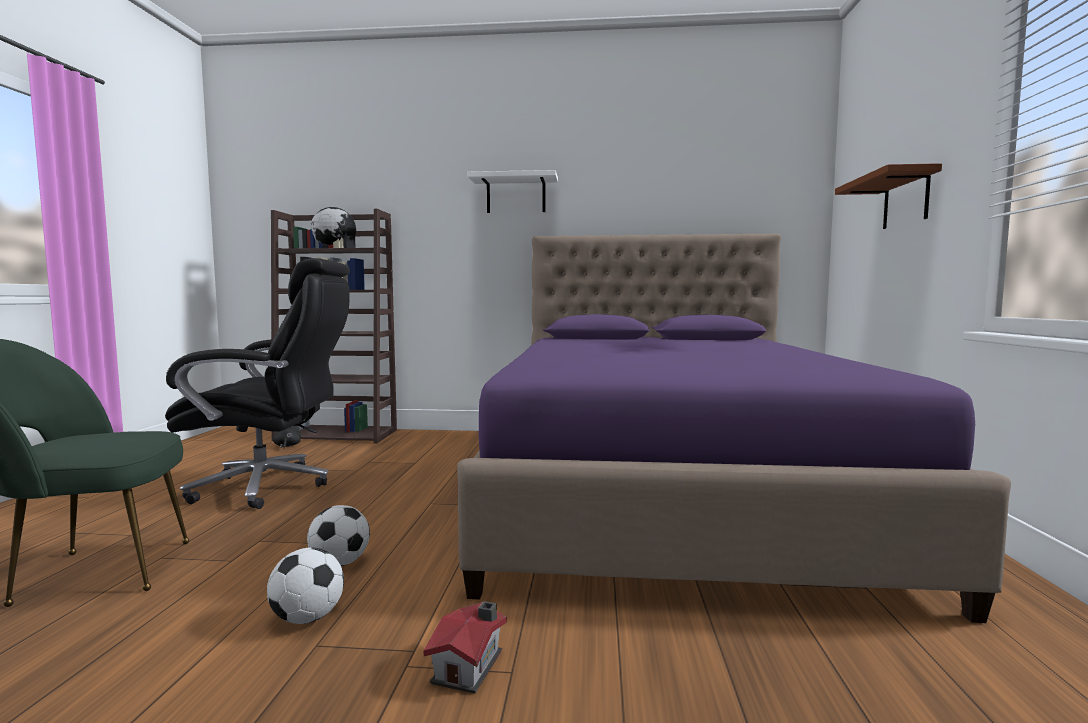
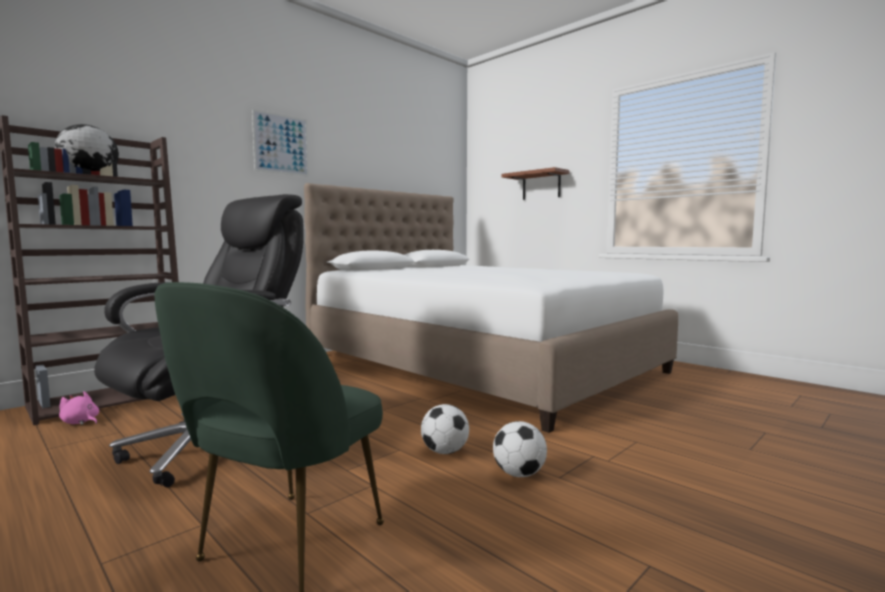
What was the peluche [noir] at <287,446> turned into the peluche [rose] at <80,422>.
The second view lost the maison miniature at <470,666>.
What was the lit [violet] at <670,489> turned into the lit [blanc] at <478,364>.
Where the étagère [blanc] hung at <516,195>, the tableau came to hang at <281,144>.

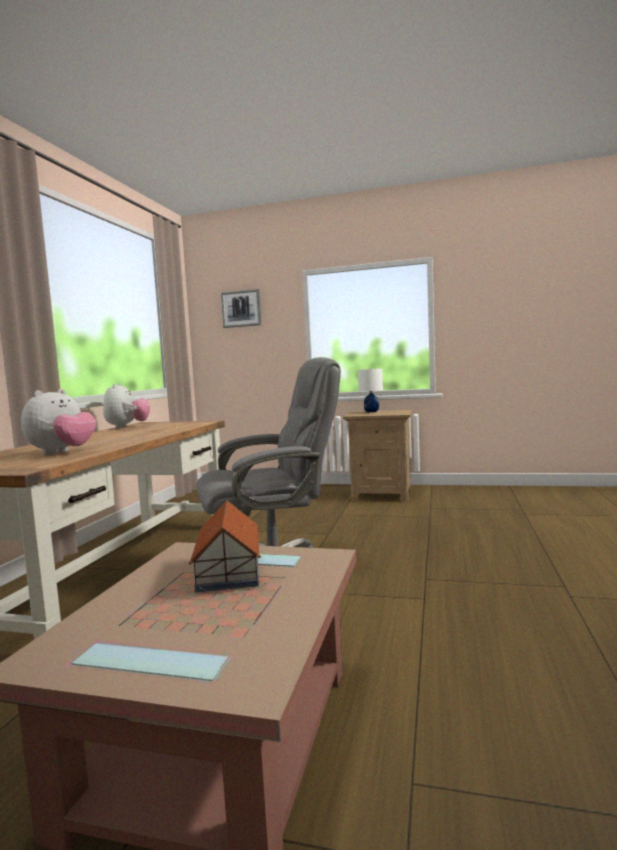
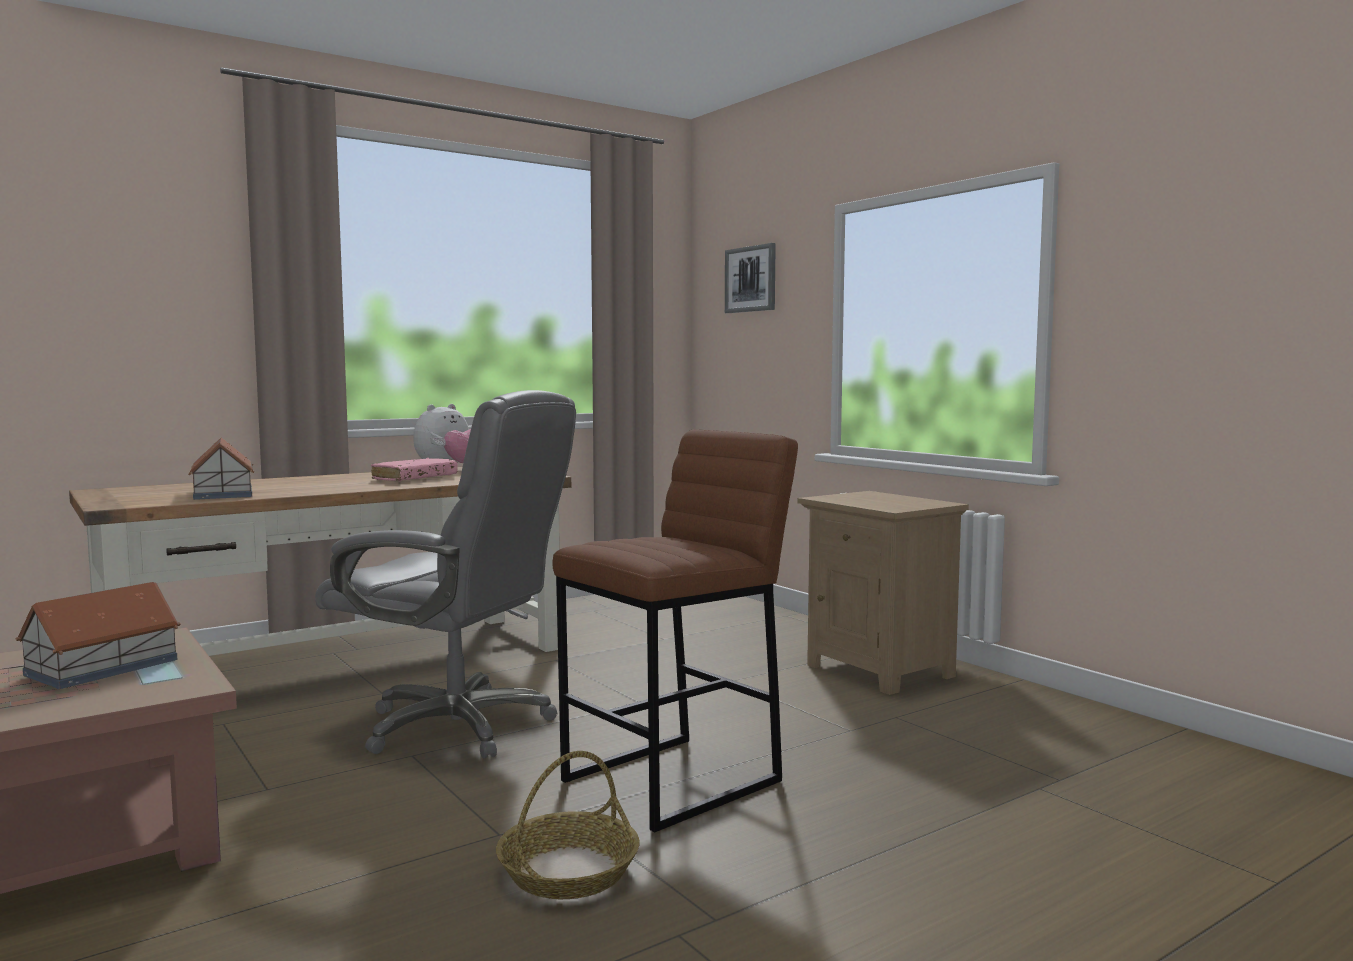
Where the peluche stood at <62,453>, the maison miniature came to stand at <224,493>.
The second view lost the lampe de table [blanc] at <372,412>.
The second view gained the livre [rose] at <415,478>.
The second view gained the panier at <569,871>.
The second view gained the tabouret [marron] at <675,779>.

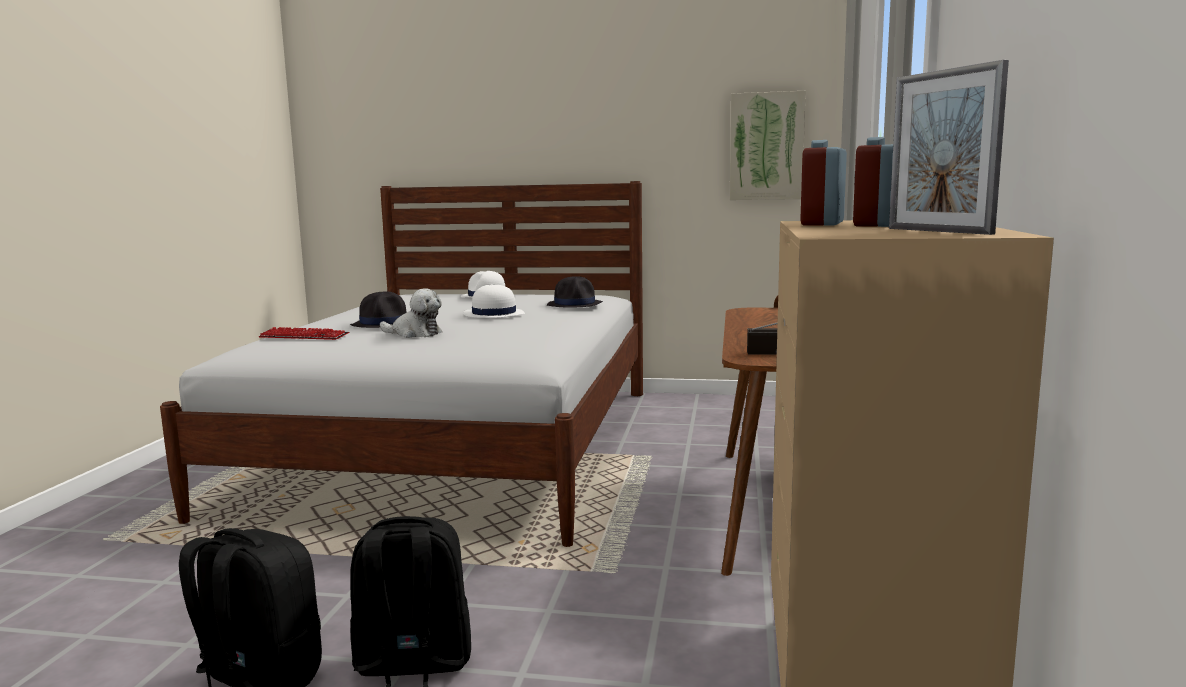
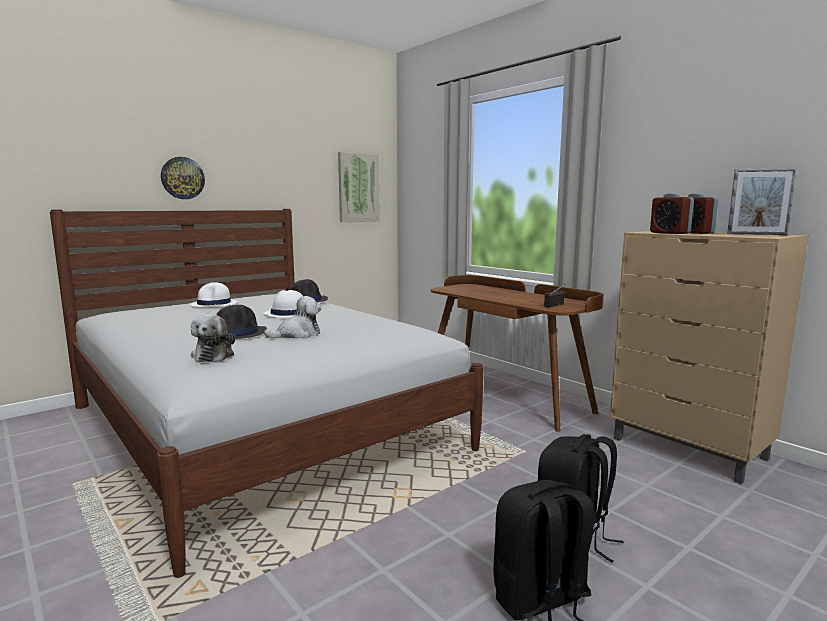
Where the clavier stood at <304,336>, the peluche came to stand at <214,355>.
The second view gained the horloge murale at <182,178>.

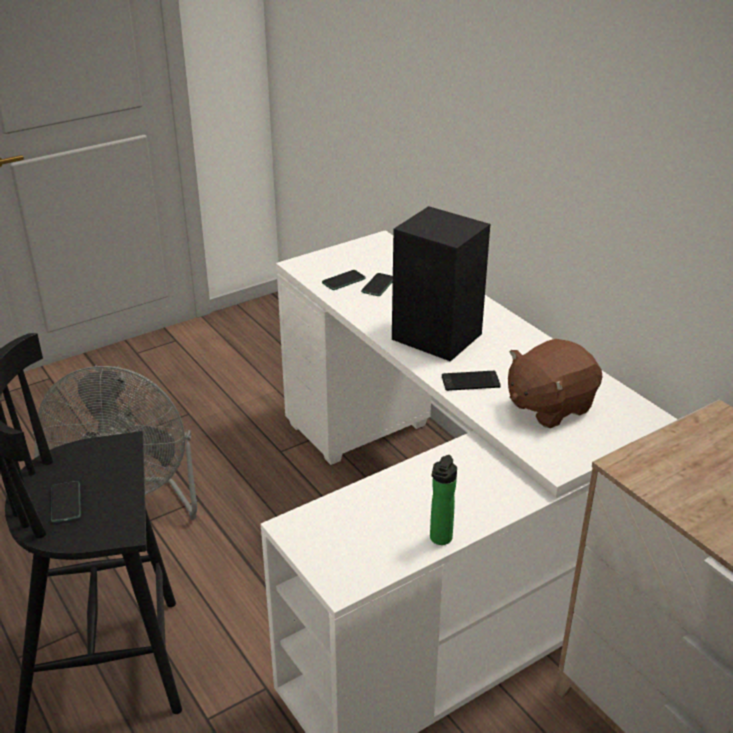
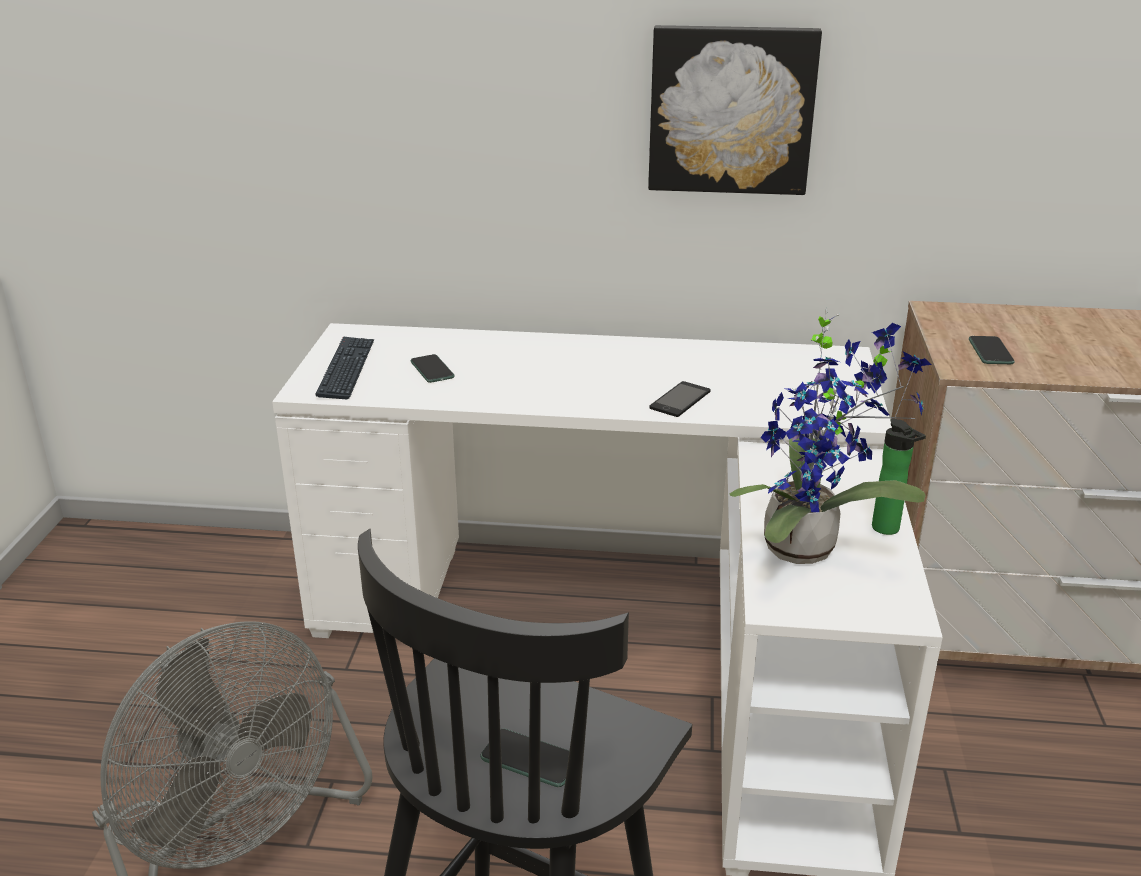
The téléphone ended up elsewhere, having gone from <343,281> to <990,351>.
The second view lost the enceinte [noir] at <438,337>.
The second view lost the peluche [marron] at <548,406>.
The second view gained the clavier at <346,369>.
The second view gained the tableau at <731,110>.
The second view gained the plante en pot at <809,547>.

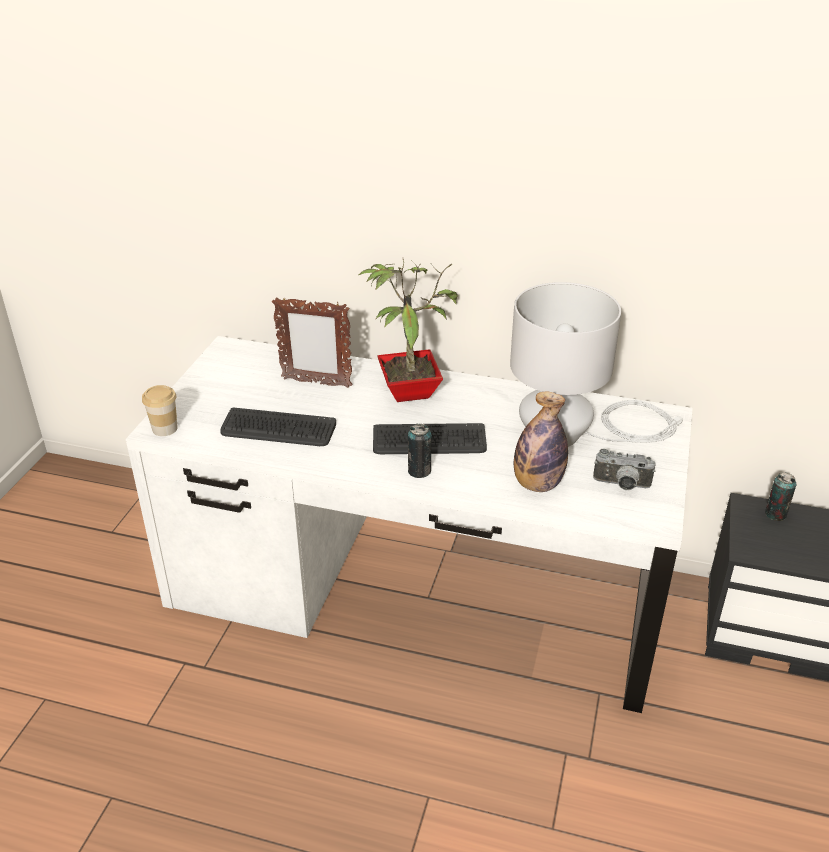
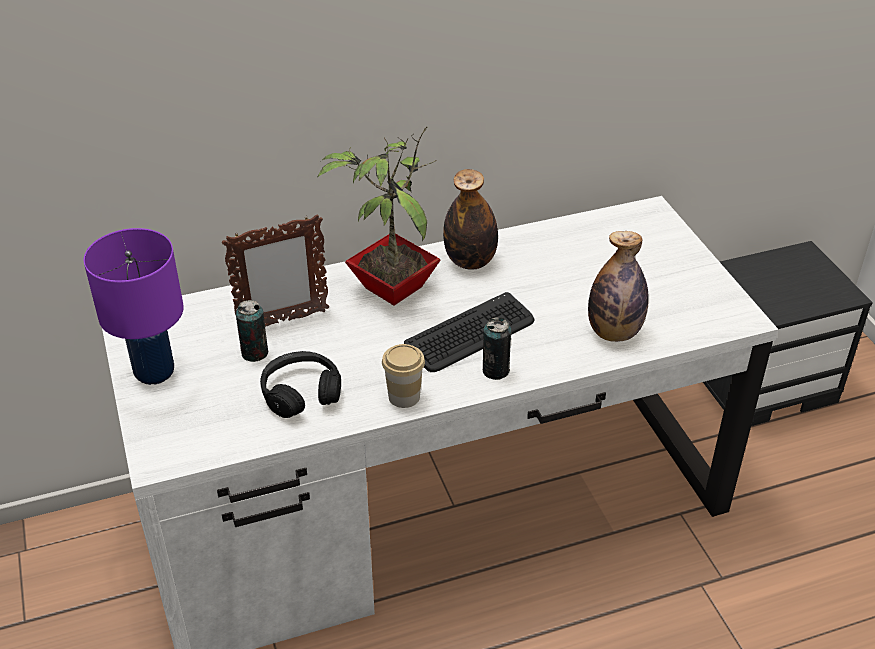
The tasse ended up elsewhere, having gone from <165,429> to <404,396>.
Where the clavier stood at <278,429>, the casque audio [noir] came to stand at <301,393>.
The second view lost the lampe de table [gris] at <587,430>.
The second view lost the appareil photo at <621,485>.
The boîte métallique ended up elsewhere, having gone from <775,514> to <254,353>.
The second view gained the lampe de table [violet] at <156,374>.
The second view gained the bouteille at <470,261>.

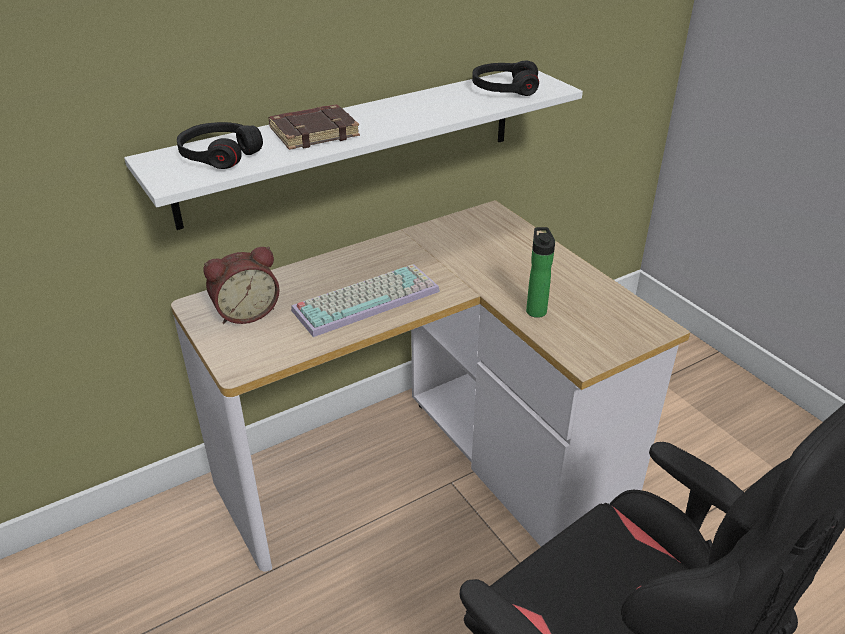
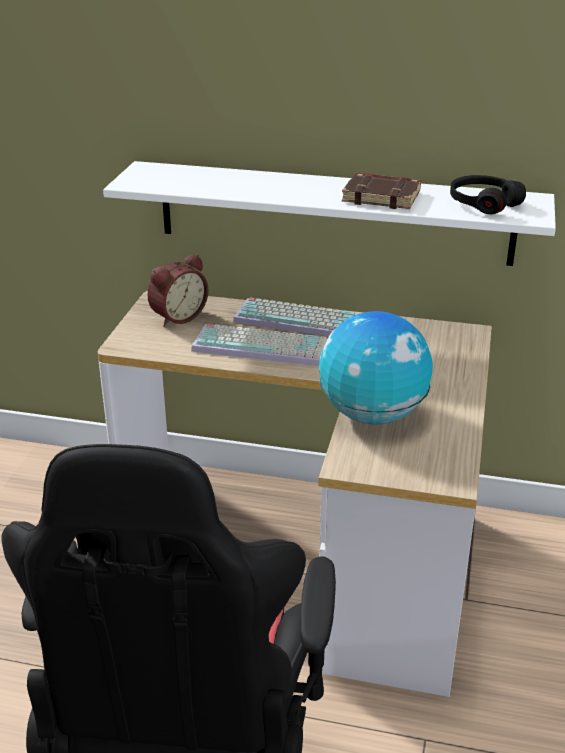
The second view lost the casque audio [noir] at <219,155>.
The réveil at <246,312> ended up facing another way, 60 degrees counterclockwise from before.
The livre [marron] ended up elsewhere, having gone from <314,132> to <382,197>.
Where the bouteille stood at <535,309>, the globe came to stand at <373,414>.
The second view gained the clavier at <302,320>.

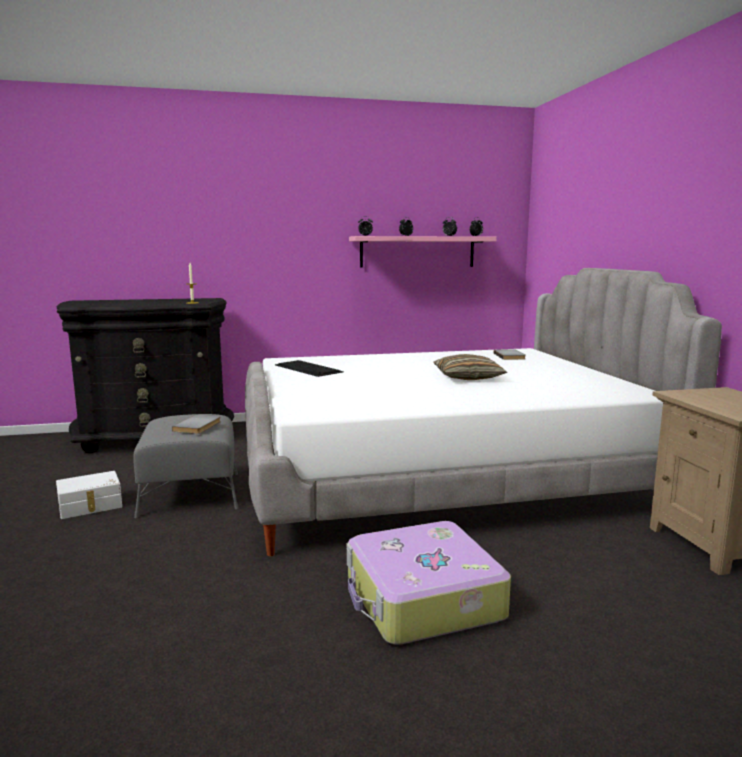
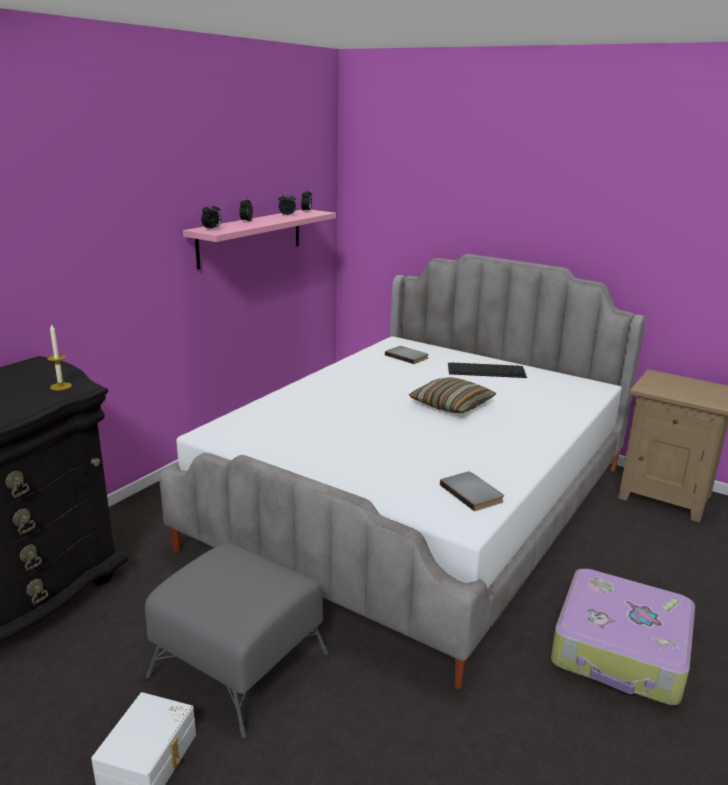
The livre [gris] ended up elsewhere, having gone from <199,426> to <473,493>.
The clavier ended up elsewhere, having gone from <308,368> to <487,370>.

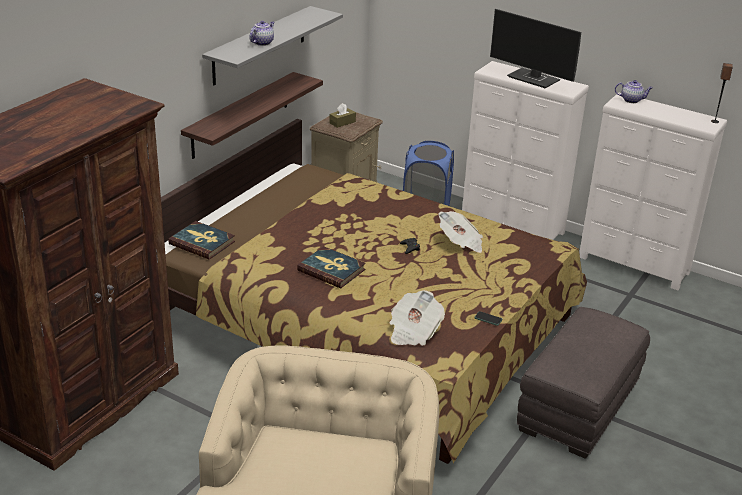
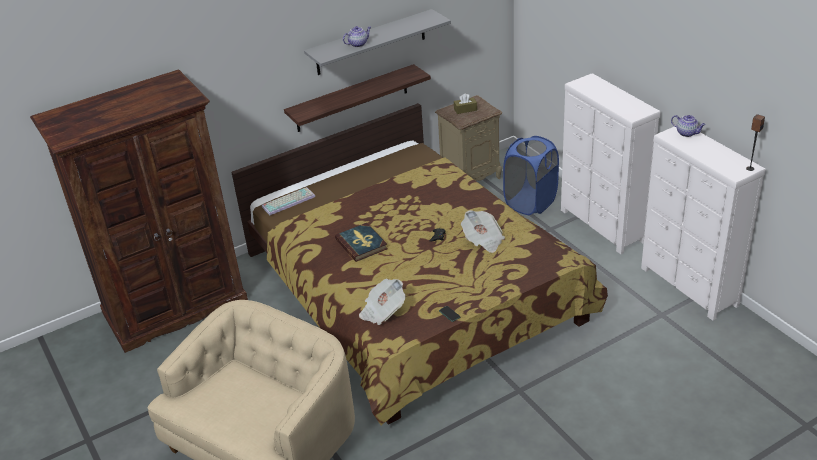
Where the livre stood at <202,243>, the clavier came to stand at <288,201>.
The second view lost the écran d'ordinateur at <534,79>.
The second view lost the pouf [gris] at <578,406>.

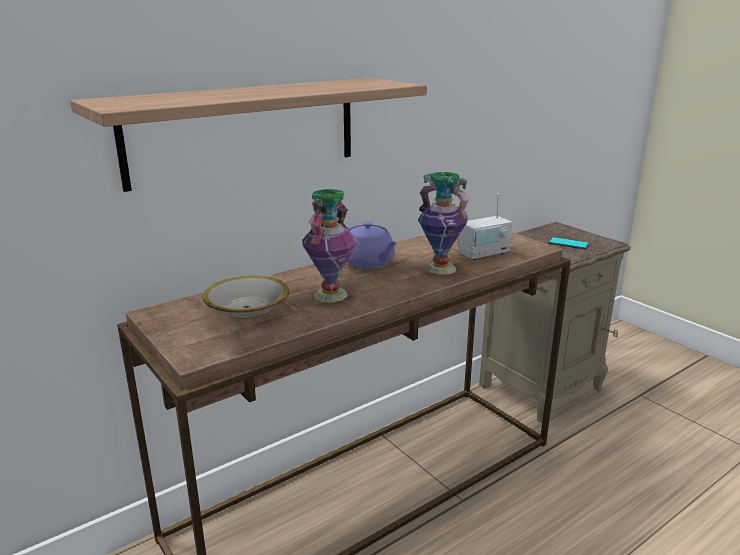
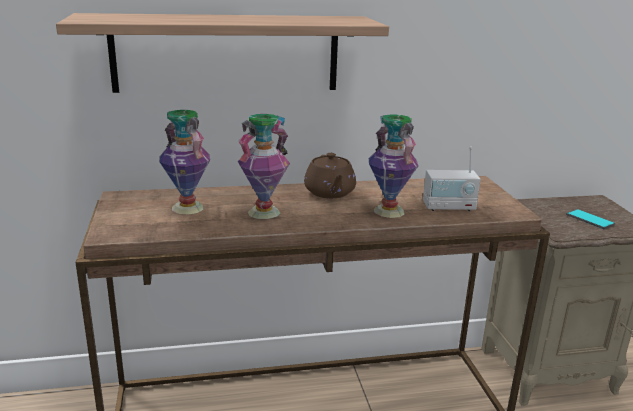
Where the bol stood at <246,308>, the vase came to stand at <186,208>.
What was the théière [violet] at <369,263> turned into the théière [marron] at <329,193>.

